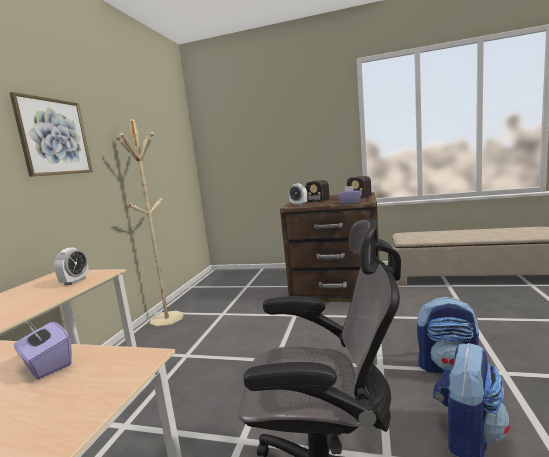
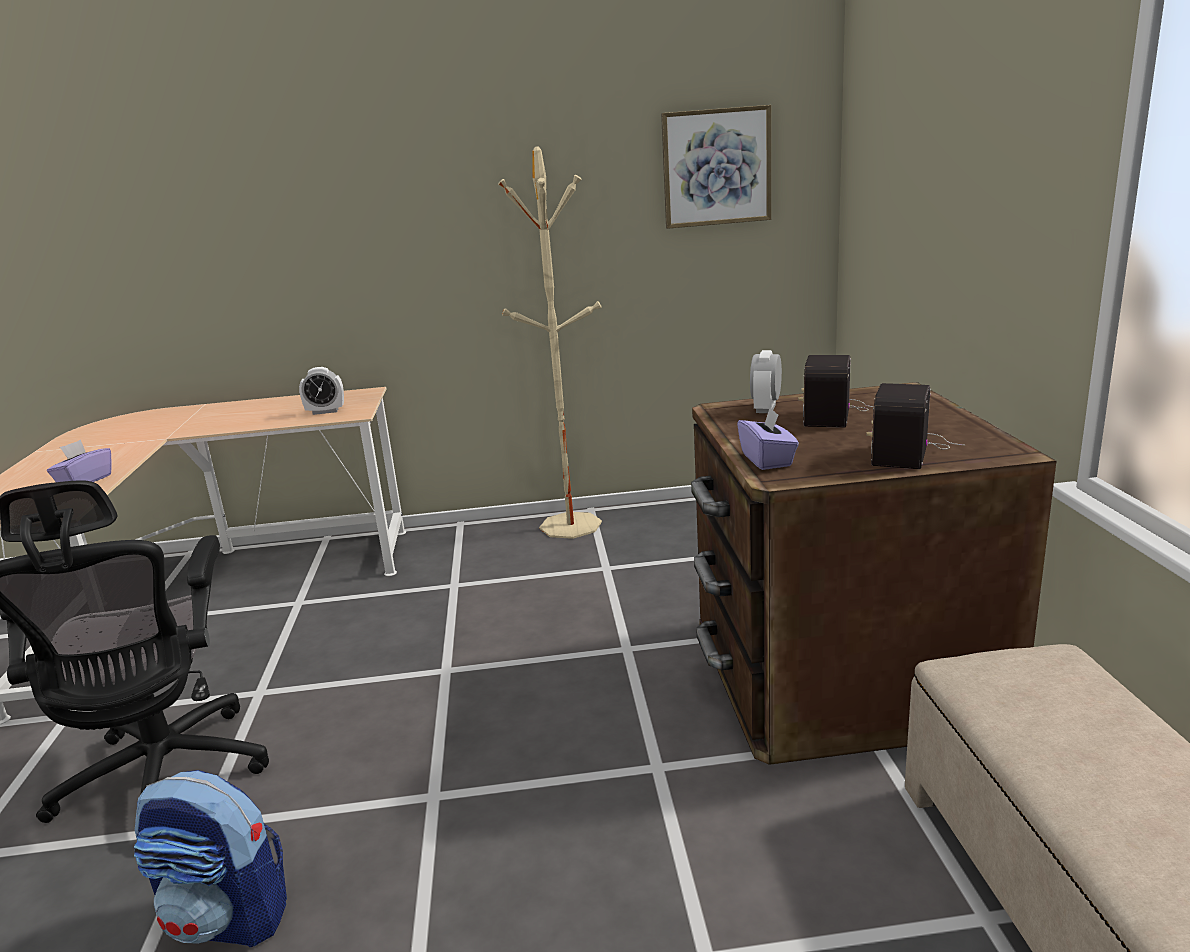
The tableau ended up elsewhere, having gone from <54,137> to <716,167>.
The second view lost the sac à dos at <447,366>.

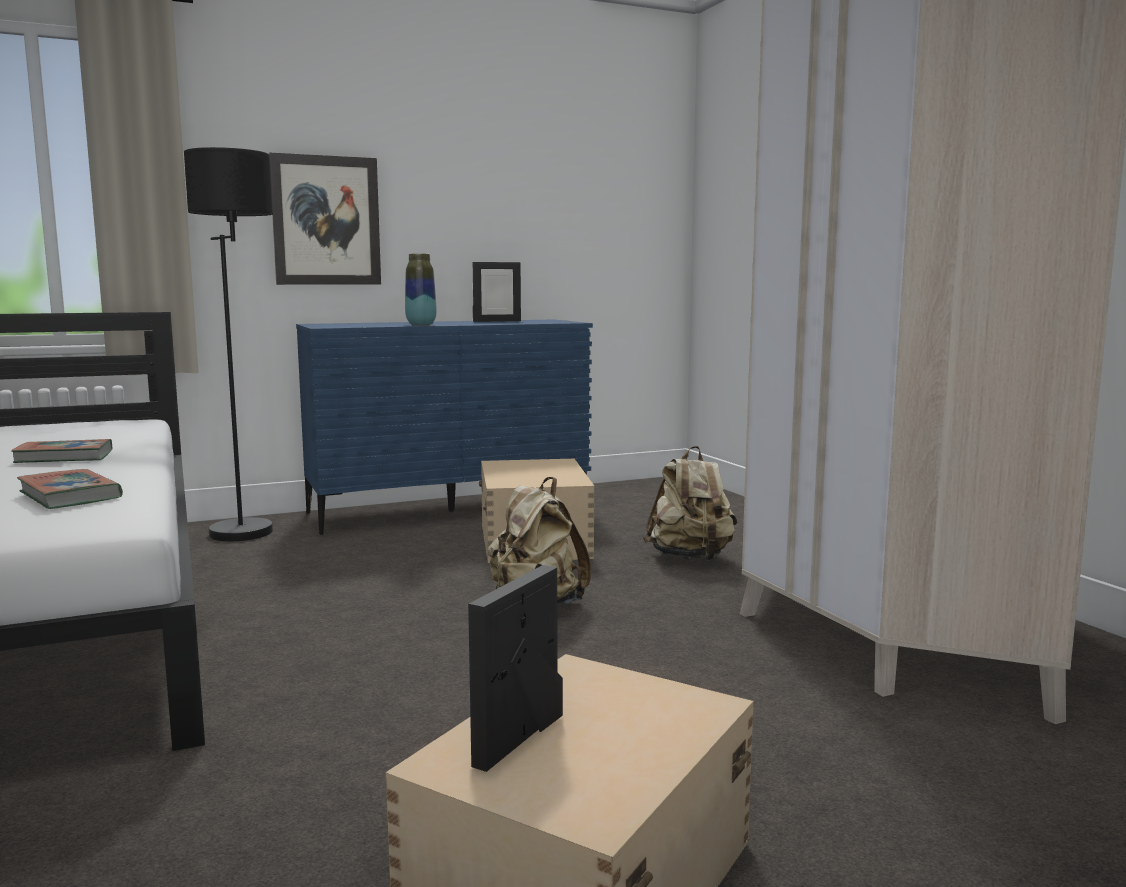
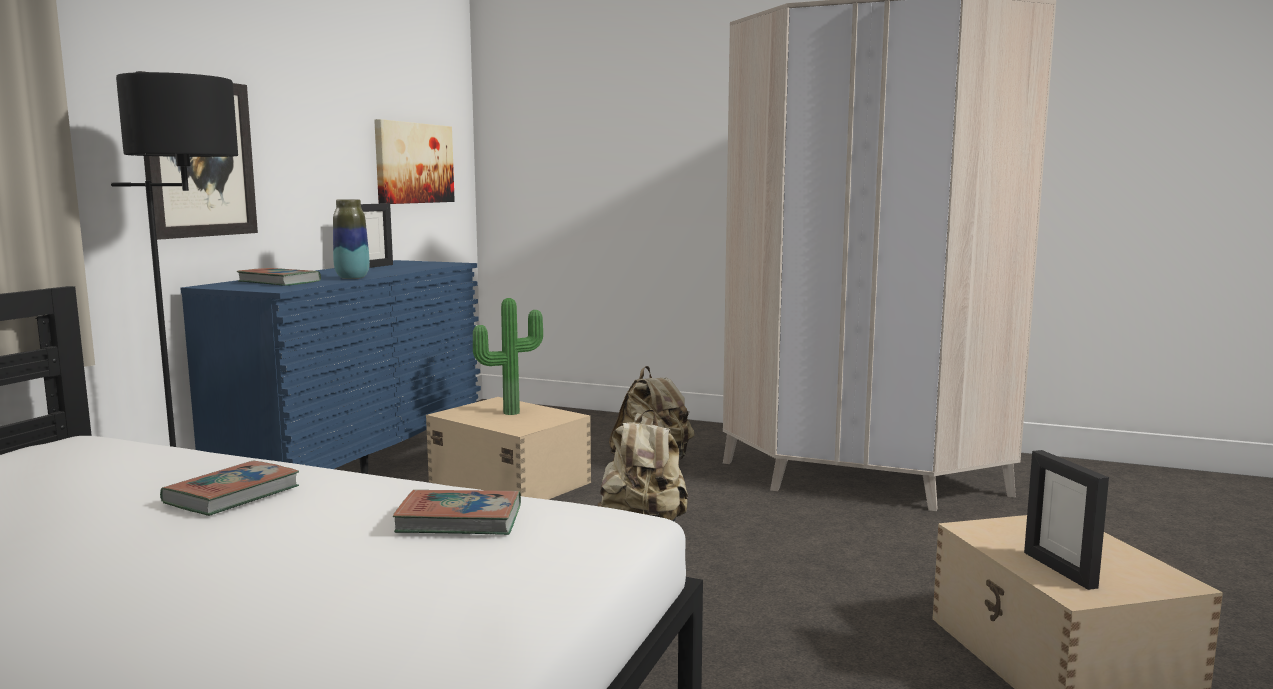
The second view gained the livre at <279,282>.
The second view gained the tableau at <413,163>.
The second view gained the plante en pot at <510,412>.

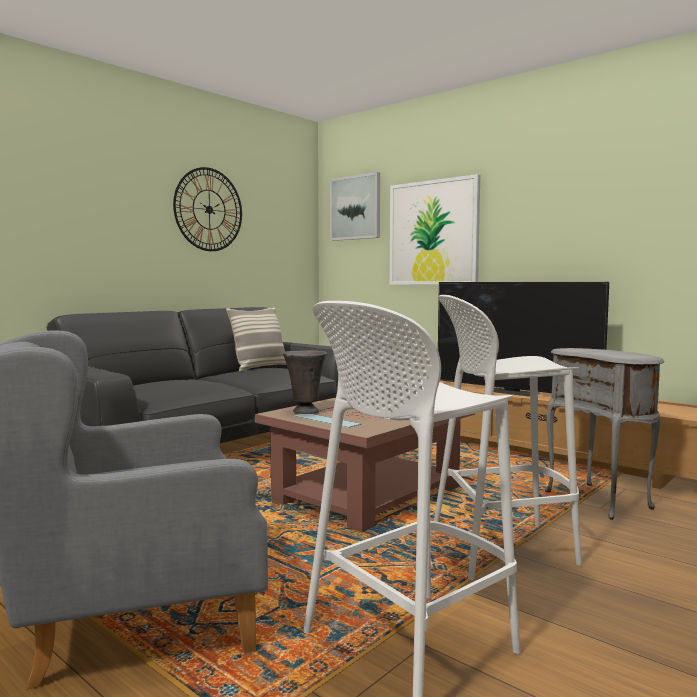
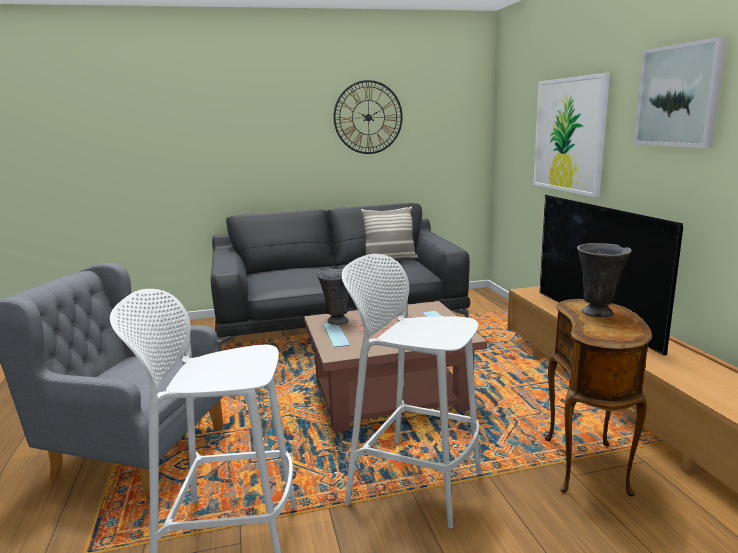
The tableau ended up elsewhere, having gone from <355,208> to <678,96>.
What was the table d'appoint [gris] at <601,500> turned into the table d'appoint [marron] at <589,467>.
The second view gained the vase [gris] at <598,313>.

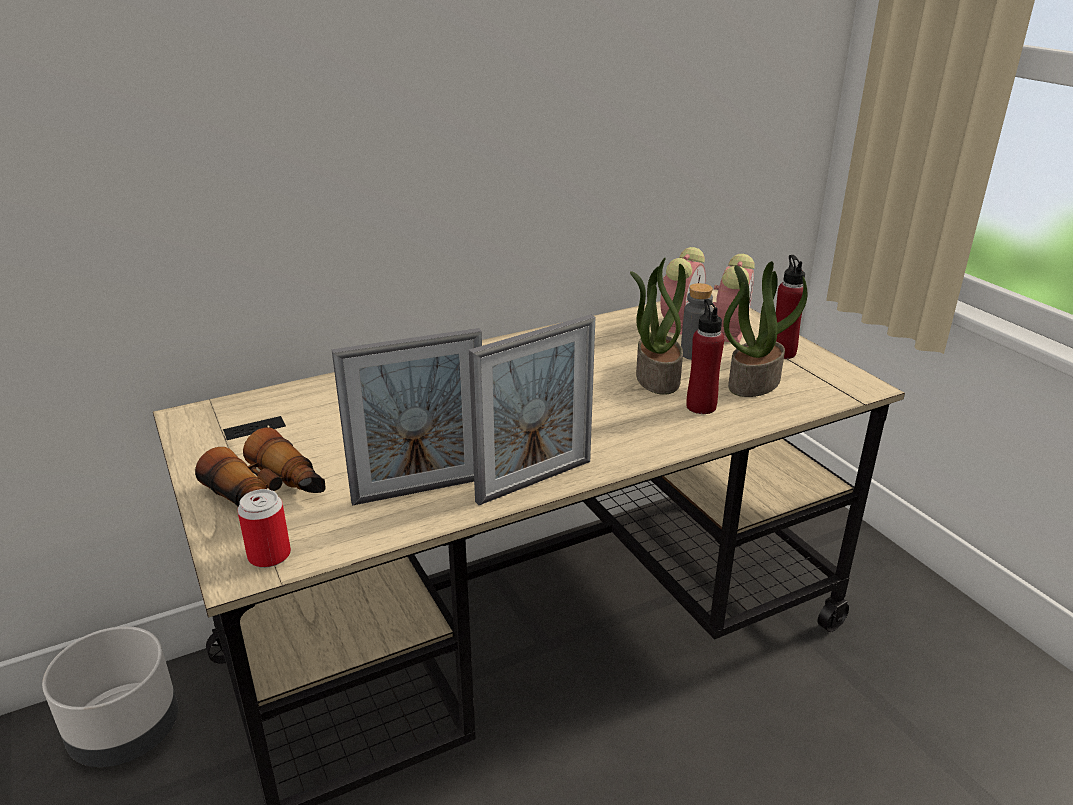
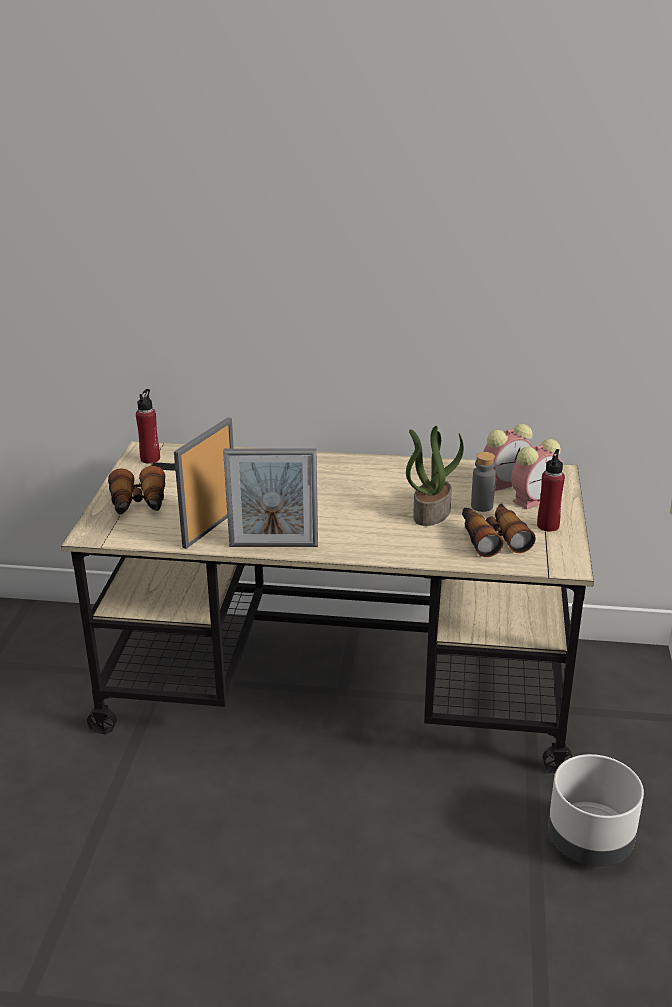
The cache-pot [gris] ended up elsewhere, having gone from <126,734> to <589,842>.
The second view lost the boîte métallique at <269,555>.
The cadre photo at <420,490> ended up facing another way, 105 degrees clockwise from before.
The bouteille [rouge] ended up elsewhere, having gone from <701,406> to <150,459>.
Where the plante en pot stood at <753,382>, the jumelles came to stand at <493,537>.

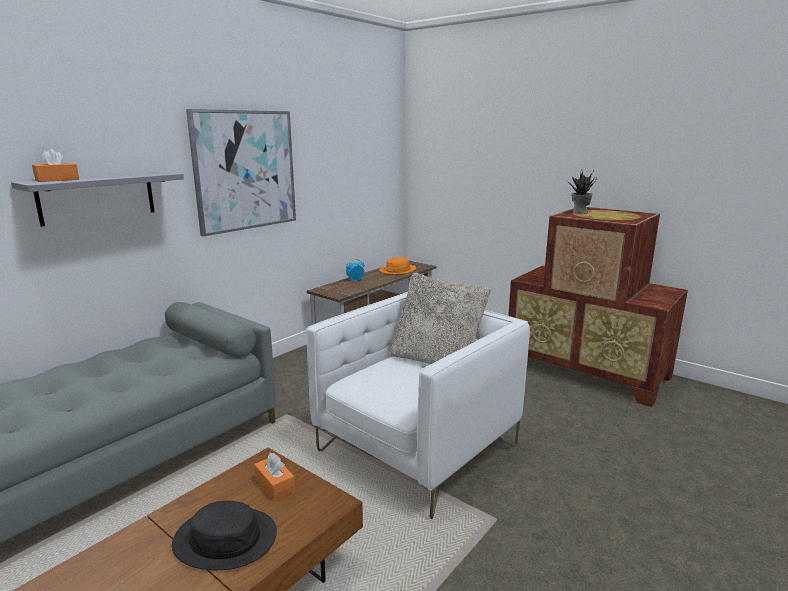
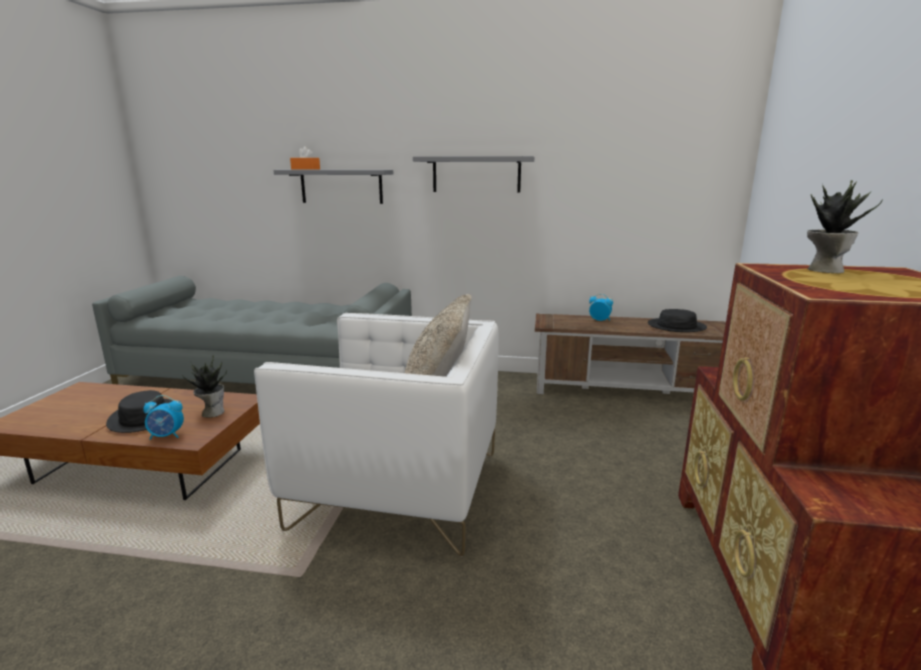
Where the tableau hung at <245,170>, the étagère [gris] came to hang at <476,174>.
Where the boîte à mouchoirs [orange] stood at <275,485>, the plante en pot came to stand at <212,412>.
What was the chapeau [orange] at <398,270> turned into the chapeau [noir] at <676,326>.
The second view gained the réveil at <167,436>.

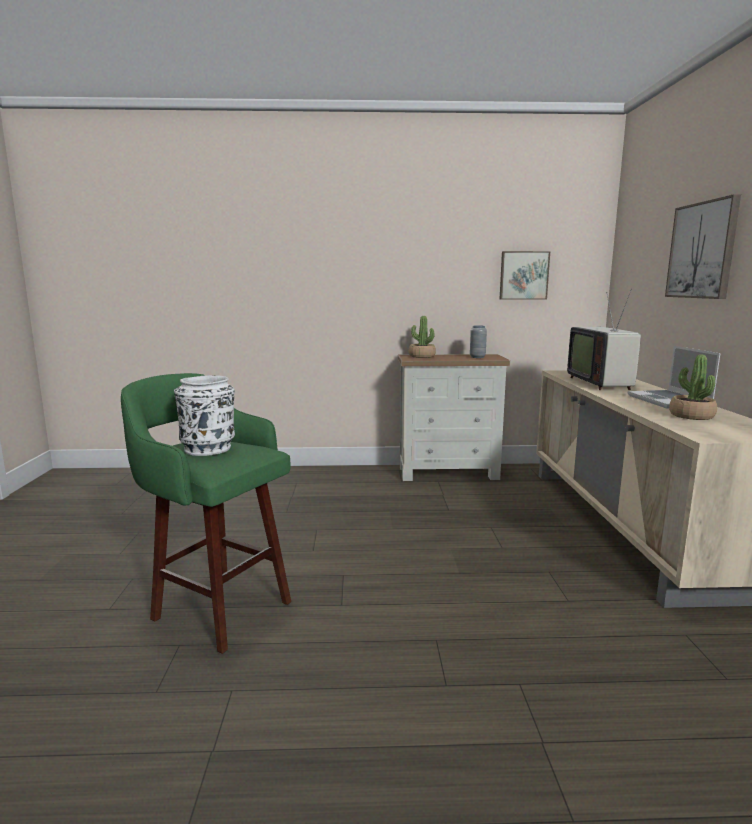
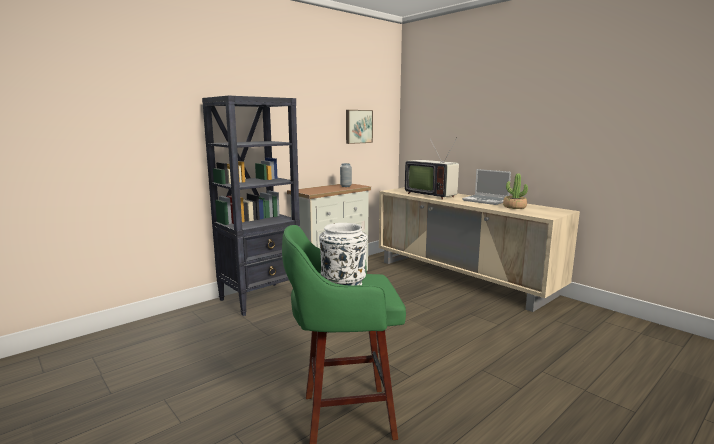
The second view lost the plante en pot at <421,356>.
The second view lost the tableau at <702,250>.
The second view gained the bibliothèque [noir] at <261,298>.

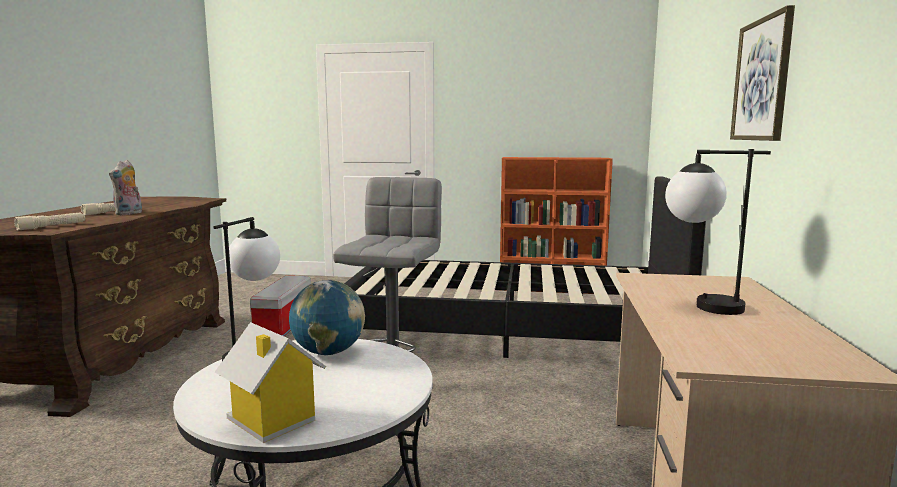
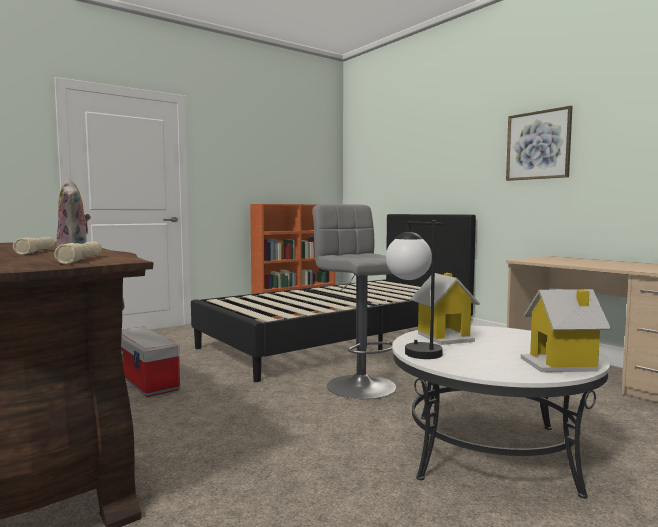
Where the globe stood at <328,352>, the maison miniature came to stand at <444,336>.
The second view lost the lampe de table at <699,306>.

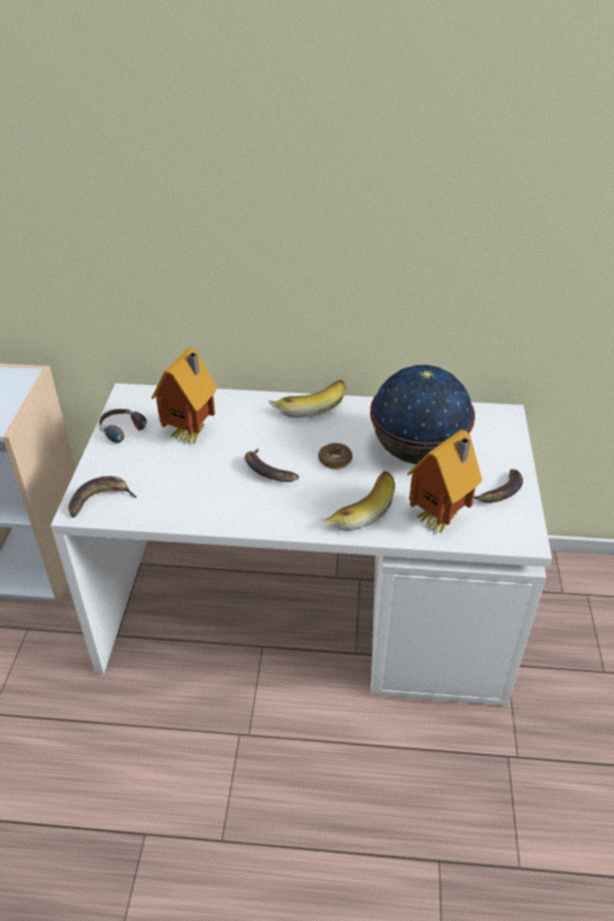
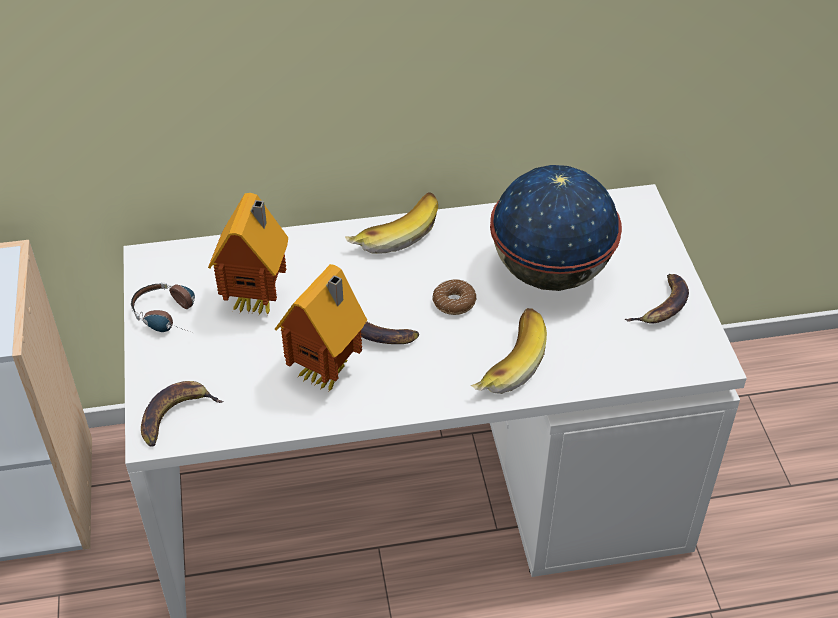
The maison miniature ended up elsewhere, having gone from <440,520> to <328,374>.

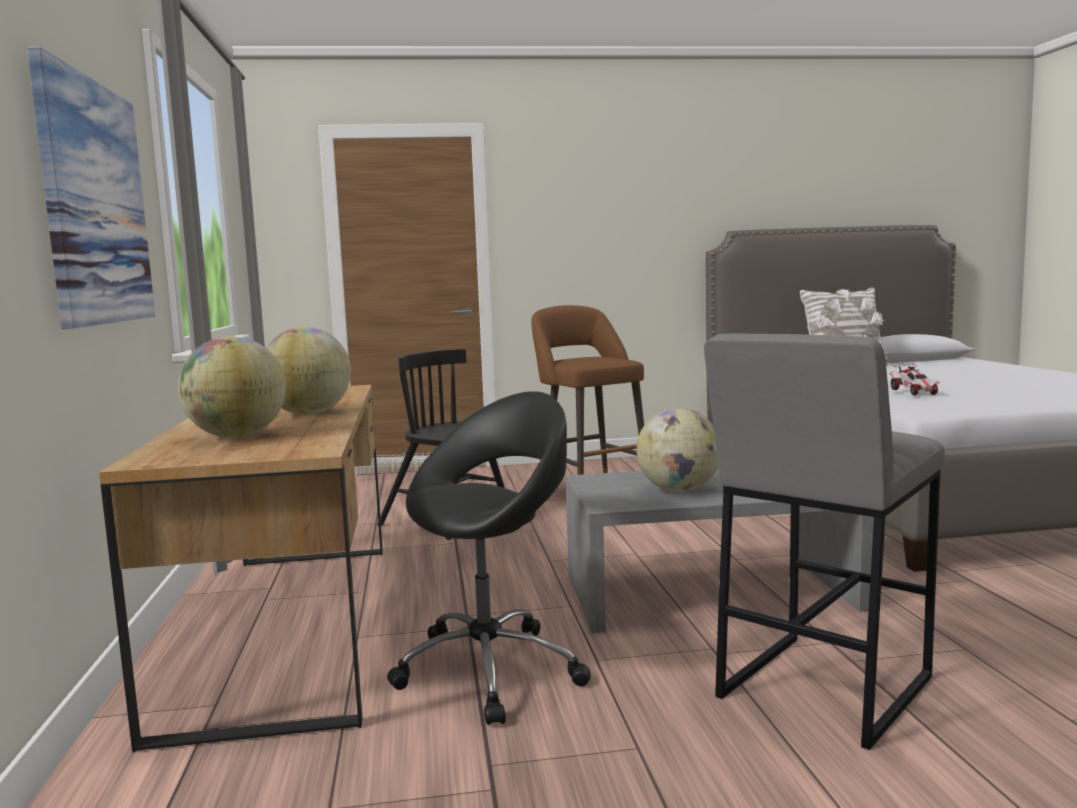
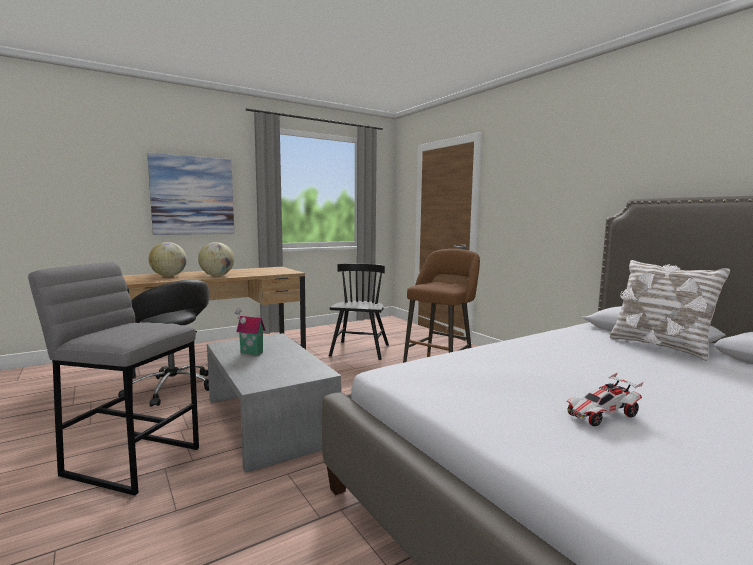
Where the globe stood at <679,490>, the maison miniature came to stand at <250,353>.
The petite voiture ended up elsewhere, having gone from <914,392> to <602,415>.

